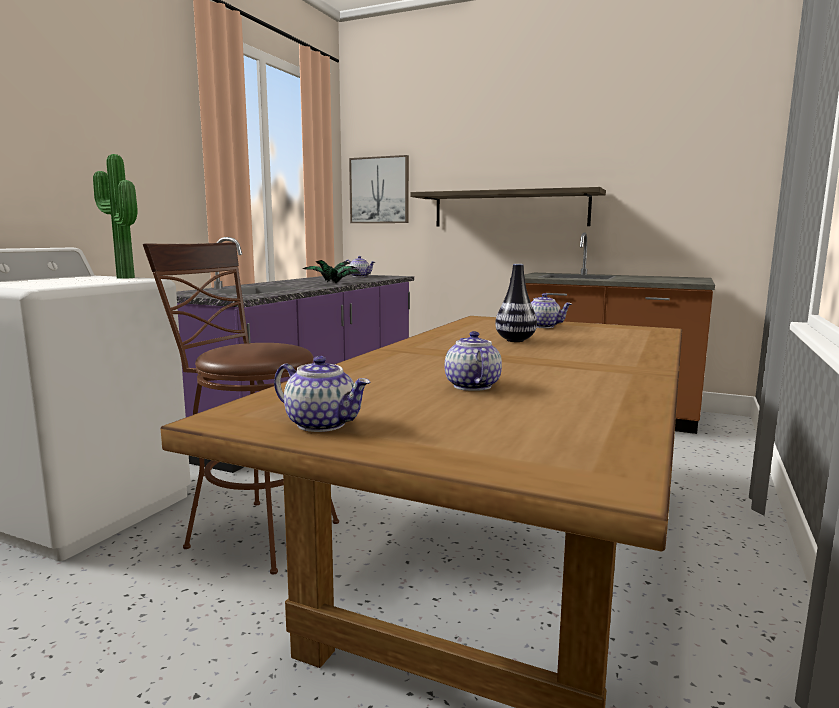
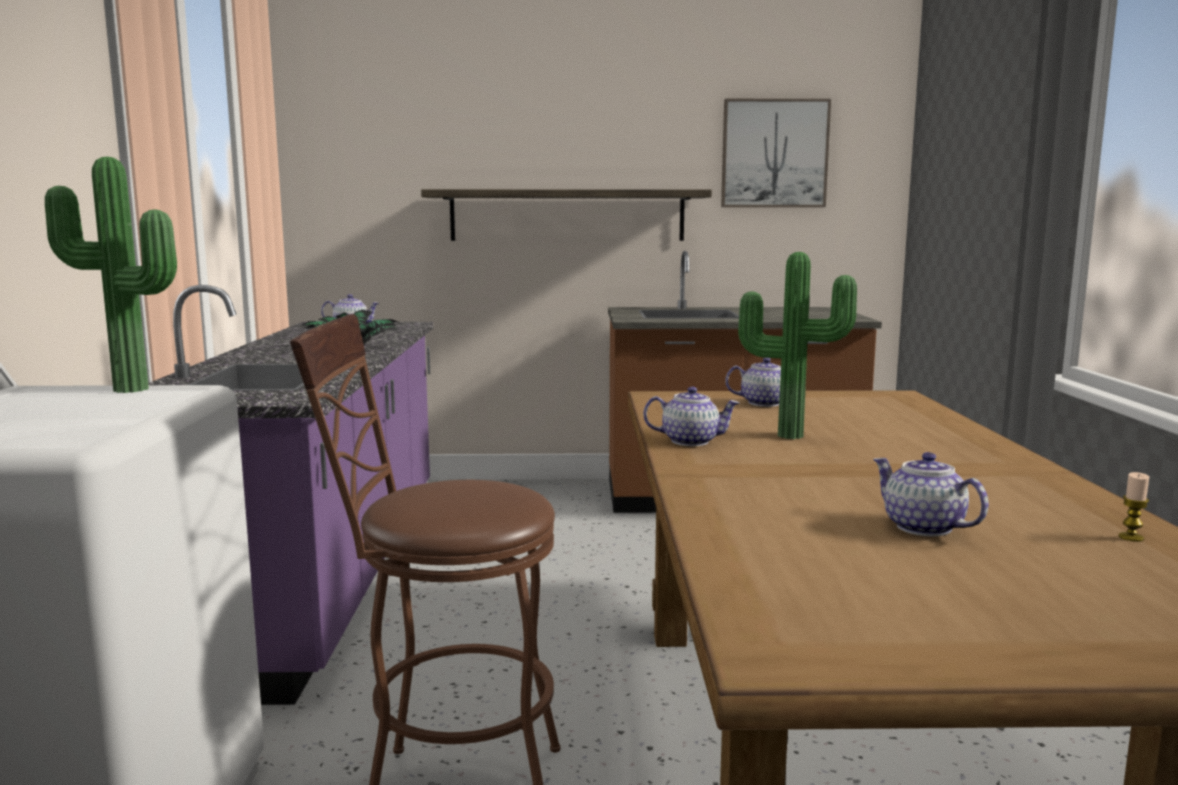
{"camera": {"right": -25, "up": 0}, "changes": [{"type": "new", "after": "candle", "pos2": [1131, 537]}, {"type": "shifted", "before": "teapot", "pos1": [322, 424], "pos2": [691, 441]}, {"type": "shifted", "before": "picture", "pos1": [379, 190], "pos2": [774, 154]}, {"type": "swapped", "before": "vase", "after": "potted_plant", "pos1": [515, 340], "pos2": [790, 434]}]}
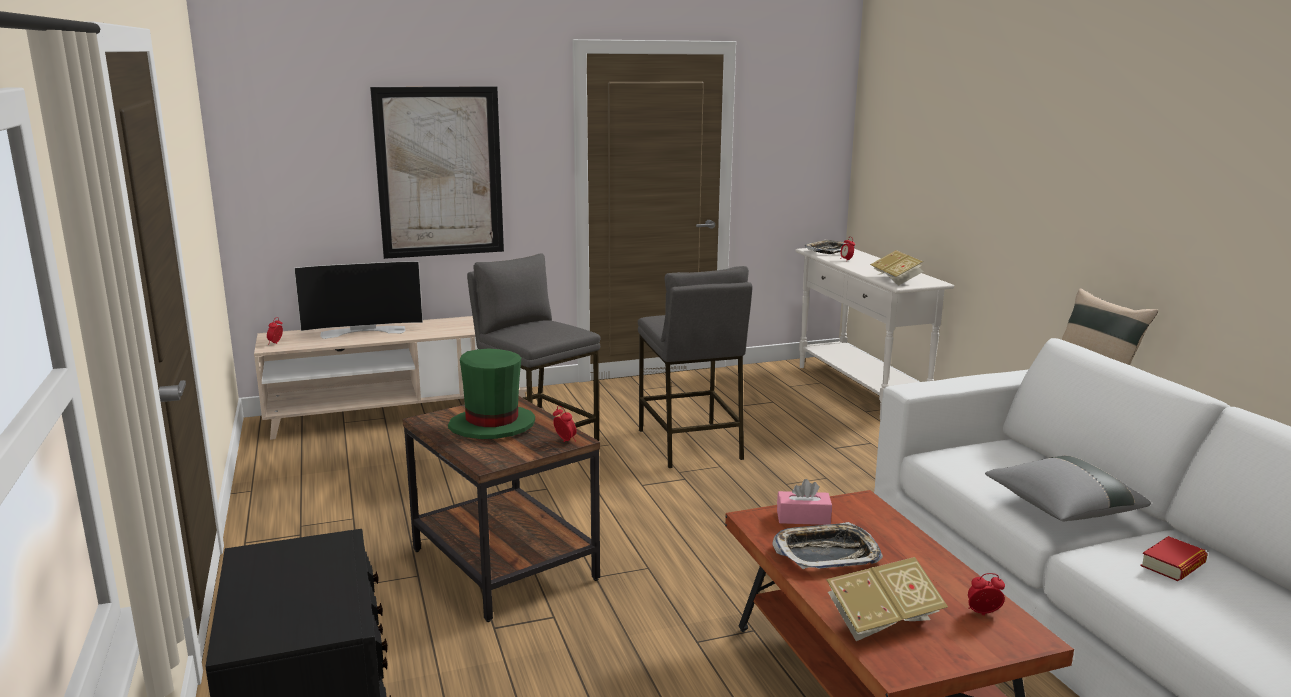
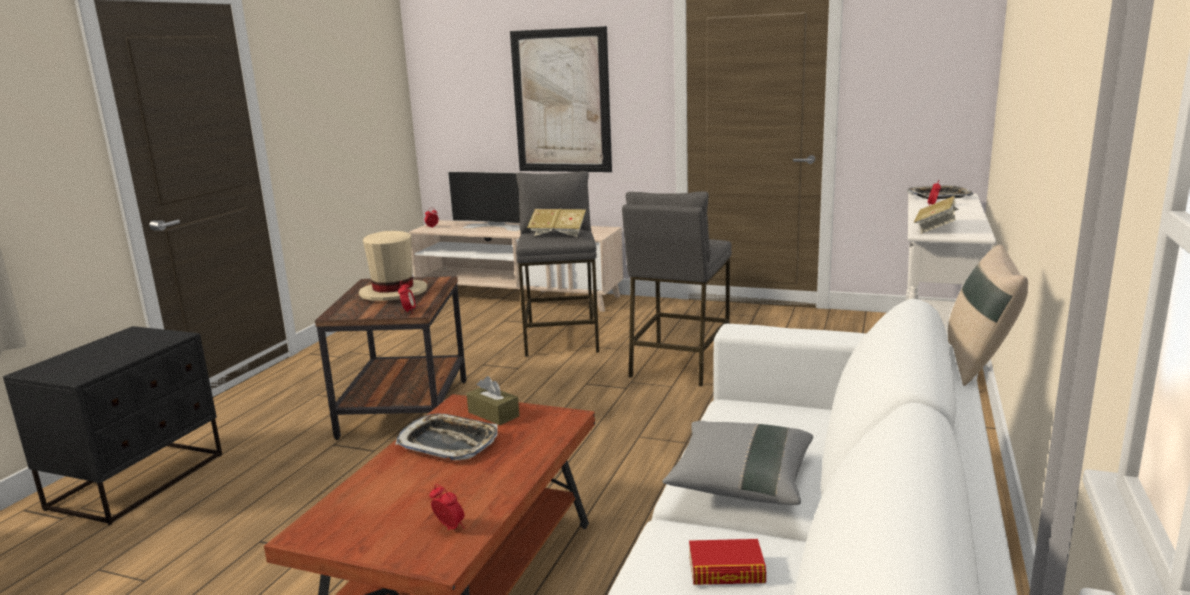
{"camera": {"right": 40, "up": 0}, "changes": [{"type": "shifted", "before": "book", "pos1": [882, 620], "pos2": [558, 234]}, {"type": "repainted", "before": "green_hat", "after": "beige_hat", "pos1": [492, 426], "pos2": [393, 293]}, {"type": "repainted", "before": "pink_tissue_box", "after": "brown_tissue_box", "pos1": [803, 518], "pos2": [493, 414]}]}
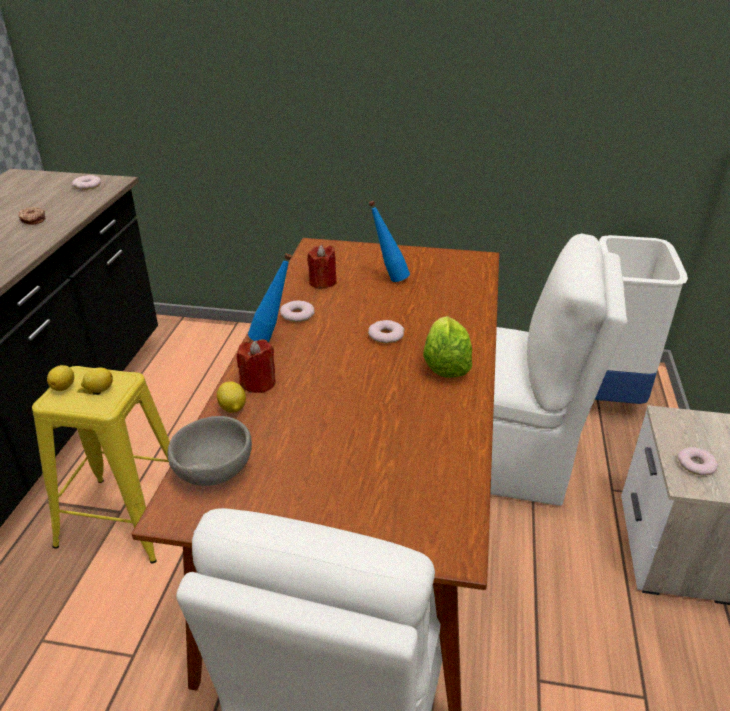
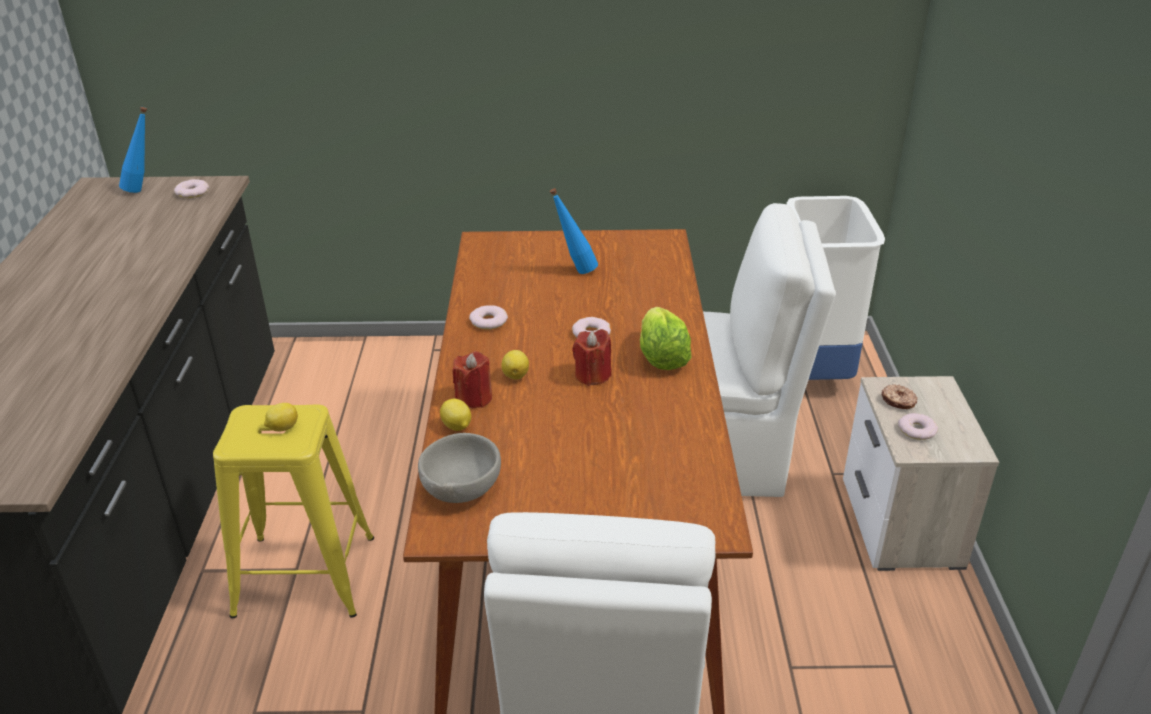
{"camera": {"right": -10, "up": 0}, "changes": [{"type": "shifted", "before": "donut", "pos1": [32, 220], "pos2": [898, 401]}, {"type": "shifted", "before": "lemon", "pos1": [64, 387], "pos2": [516, 375]}, {"type": "shifted", "before": "blue_bottle", "pos1": [273, 339], "pos2": [144, 189]}, {"type": "shifted", "before": "red_candle", "pos1": [322, 282], "pos2": [592, 375]}]}
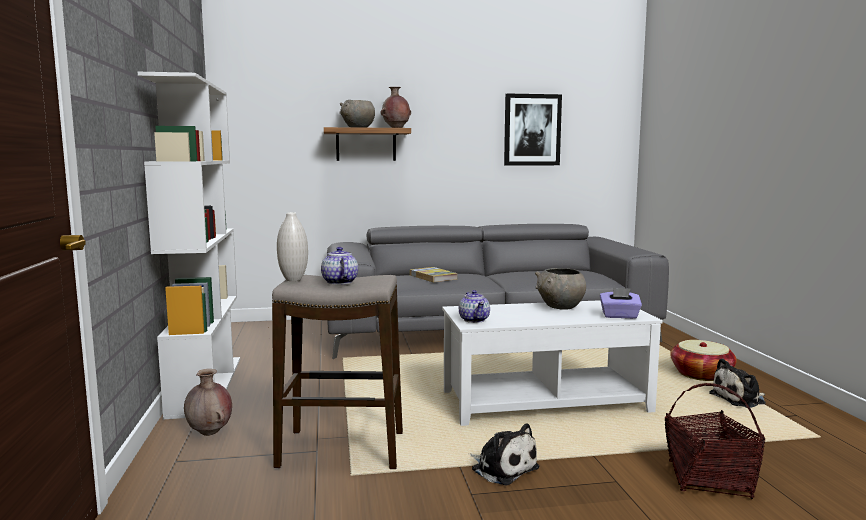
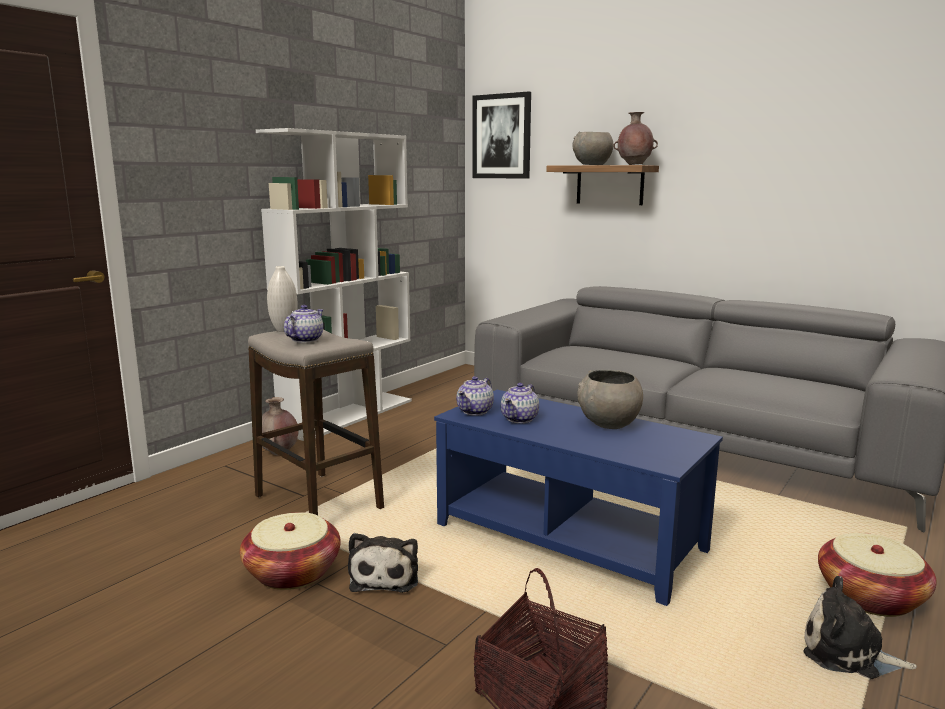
{"camera": {"right": 45, "up": 5}, "changes": [{"type": "gone", "before": "book", "pos1": [433, 277]}, {"type": "gone", "before": "purple_tissue_box", "pos1": [619, 316]}, {"type": "new", "after": "basket", "pos2": [292, 572]}, {"type": "new", "after": "teapot", "pos2": [520, 419]}, {"type": "shifted", "before": "picture", "pos1": [532, 130], "pos2": [502, 136]}, {"type": "repainted", "before": "white_coffee_table", "after": "blue_coffee_table", "pos1": [545, 402], "pos2": [569, 538]}]}
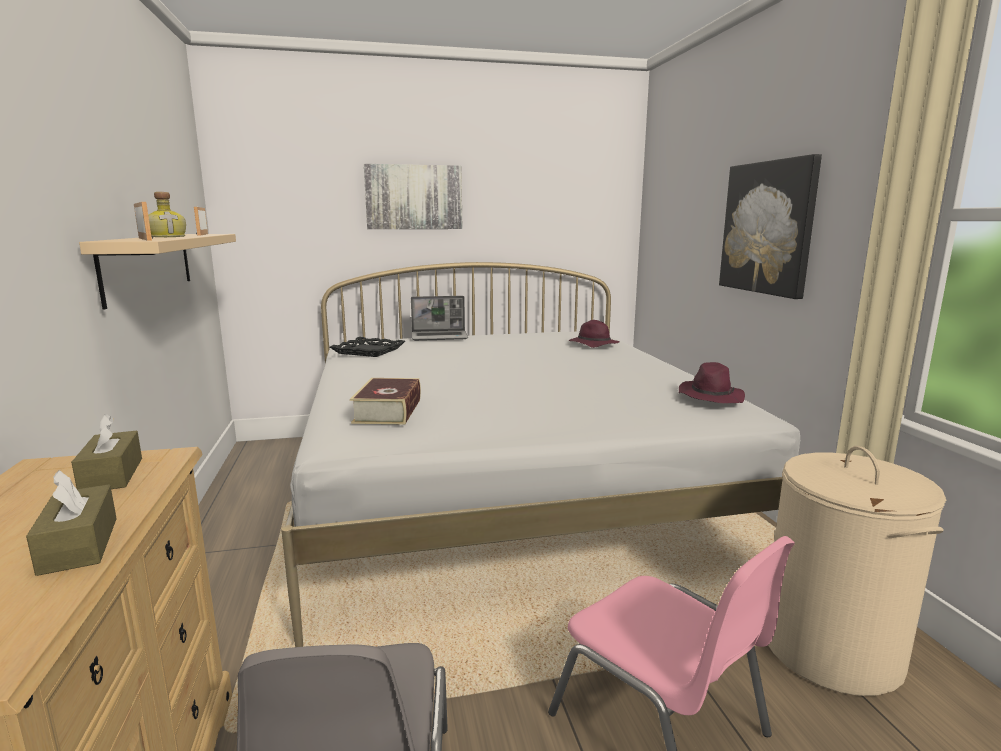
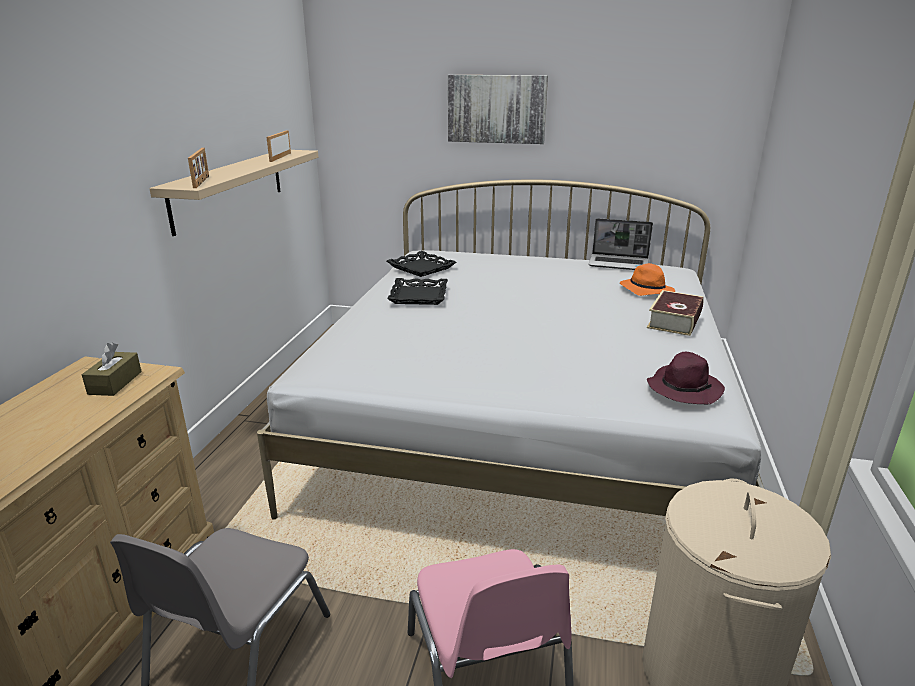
{"camera": {"right": 25, "up": 10}, "changes": [{"type": "gone", "before": "brown_tissue_box", "pos1": [79, 545]}, {"type": "gone", "before": "bottle", "pos1": [168, 237]}, {"type": "gone", "before": "picture", "pos1": [768, 228]}, {"type": "new", "after": "black_tray", "pos2": [419, 296]}, {"type": "shifted", "before": "book", "pos1": [388, 411], "pos2": [674, 321]}, {"type": "shifted", "before": "laptop", "pos1": [440, 337], "pos2": [619, 264]}, {"type": "repainted", "before": "purple_hat", "after": "orange_hat", "pos1": [592, 345], "pos2": [645, 290]}]}
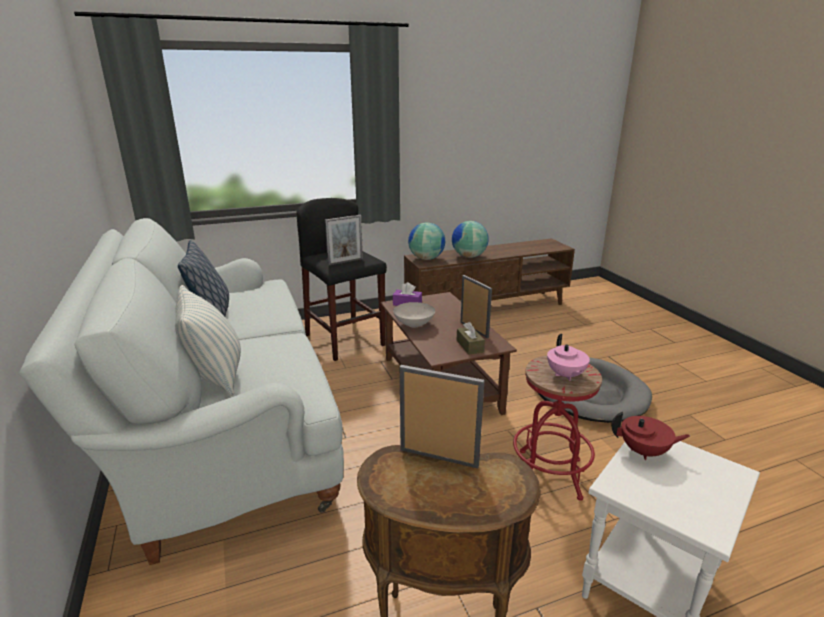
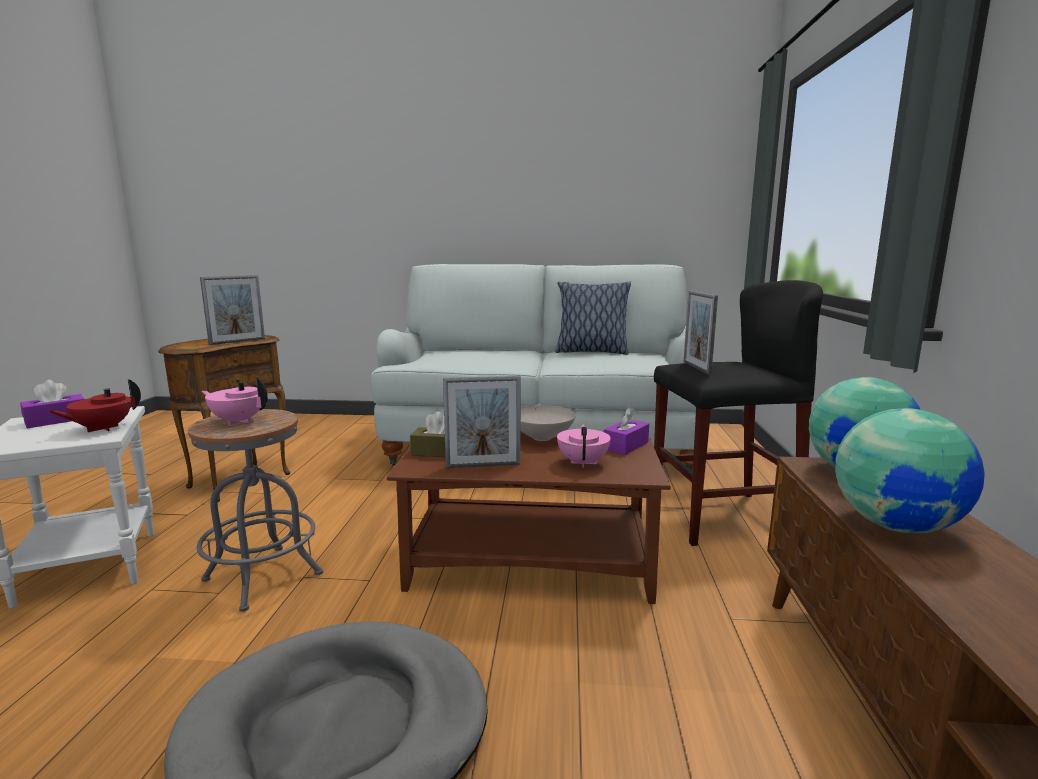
{"camera": {"right": 115, "up": -10}, "changes": [{"type": "gone", "before": "pillow", "pos1": [214, 375]}, {"type": "new", "after": "purple_tissue_box", "pos2": [56, 420]}, {"type": "new", "after": "pink_teapot", "pos2": [583, 463]}, {"type": "repainted", "before": "red_stool", "after": "grey_stool", "pos1": [549, 474], "pos2": [263, 577]}]}
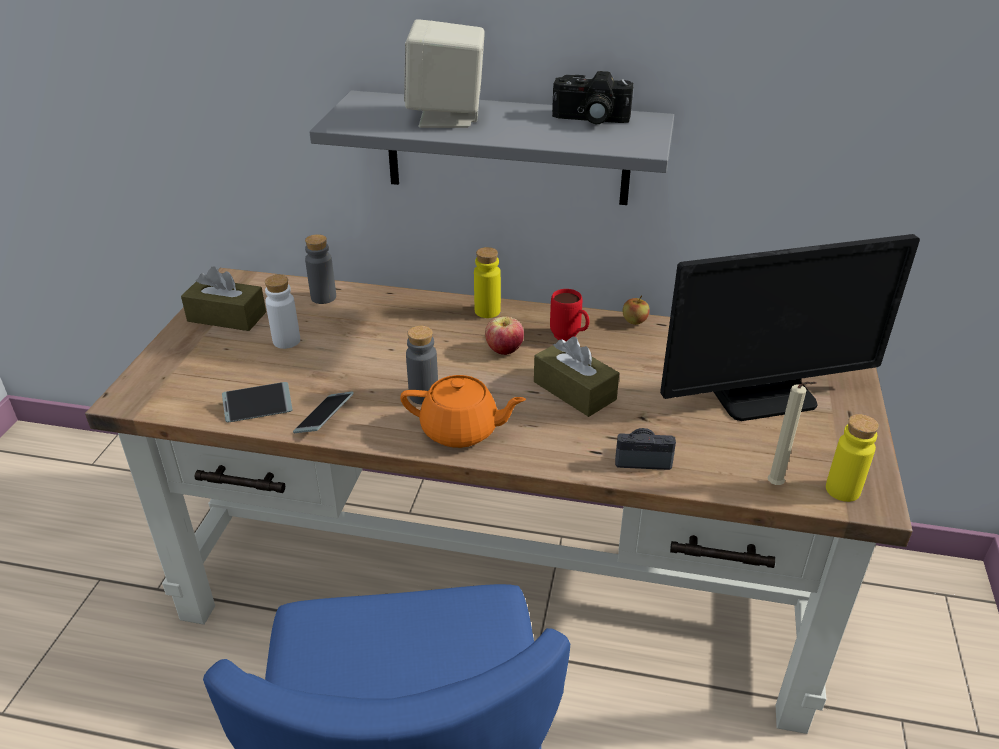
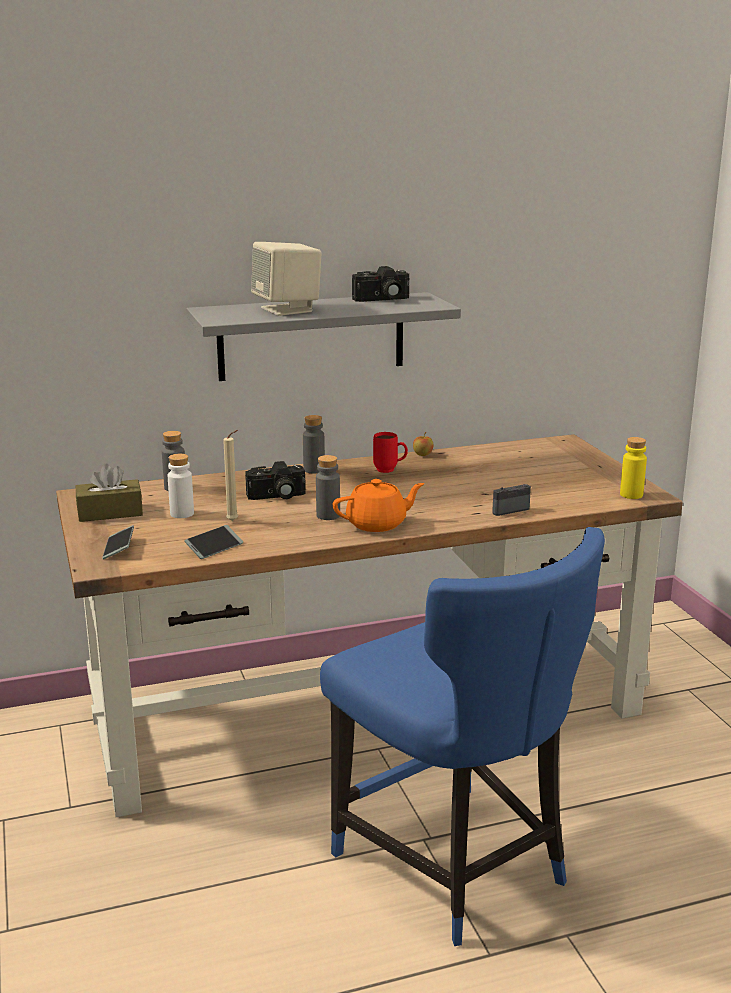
{"camera": {"right": -30, "up": -15}, "changes": [{"type": "gone", "before": "apple", "pos1": [504, 351]}, {"type": "gone", "before": "brown_tissue_box", "pos1": [574, 391]}, {"type": "gone", "before": "monitor", "pos1": [764, 397]}, {"type": "new", "after": "photo_camera", "pos2": [277, 496]}, {"type": "shifted", "before": "phone", "pos1": [324, 418], "pos2": [119, 548]}, {"type": "shifted", "before": "beige_candle", "pos1": [777, 486], "pos2": [234, 521]}, {"type": "repainted", "before": "yellow_bottle", "after": "grey_bottle", "pos1": [487, 311], "pos2": [314, 470]}]}
